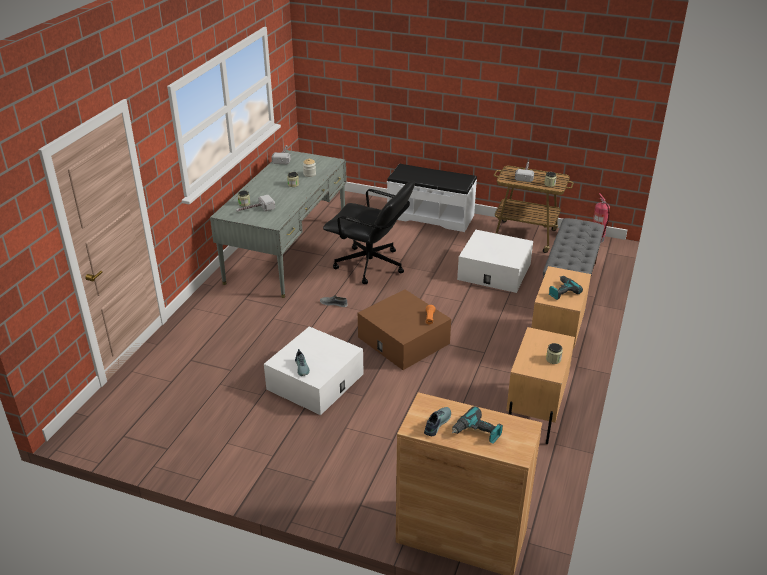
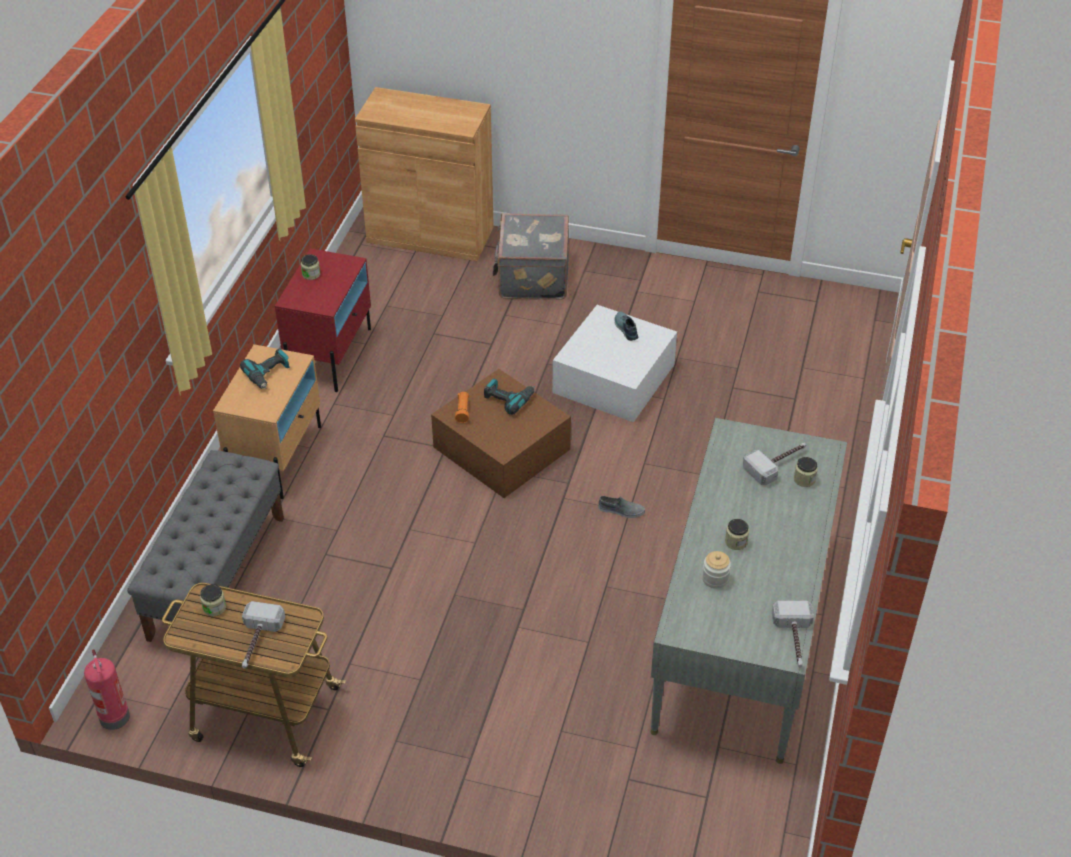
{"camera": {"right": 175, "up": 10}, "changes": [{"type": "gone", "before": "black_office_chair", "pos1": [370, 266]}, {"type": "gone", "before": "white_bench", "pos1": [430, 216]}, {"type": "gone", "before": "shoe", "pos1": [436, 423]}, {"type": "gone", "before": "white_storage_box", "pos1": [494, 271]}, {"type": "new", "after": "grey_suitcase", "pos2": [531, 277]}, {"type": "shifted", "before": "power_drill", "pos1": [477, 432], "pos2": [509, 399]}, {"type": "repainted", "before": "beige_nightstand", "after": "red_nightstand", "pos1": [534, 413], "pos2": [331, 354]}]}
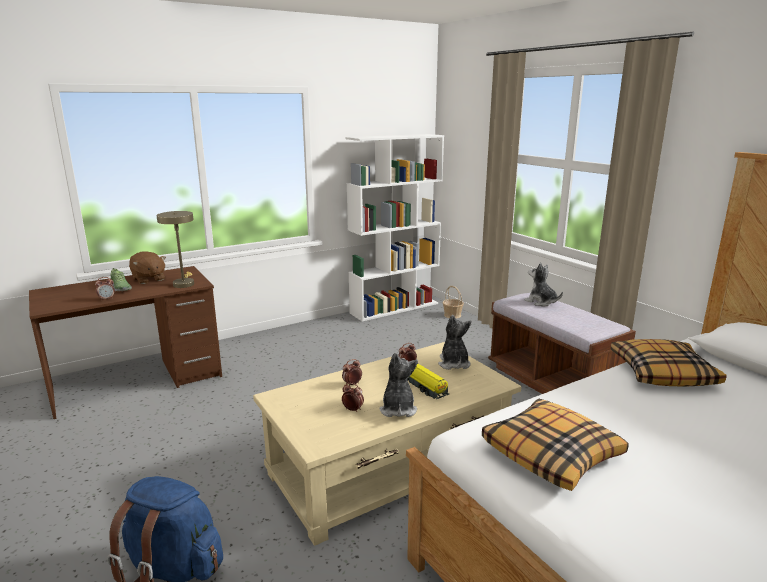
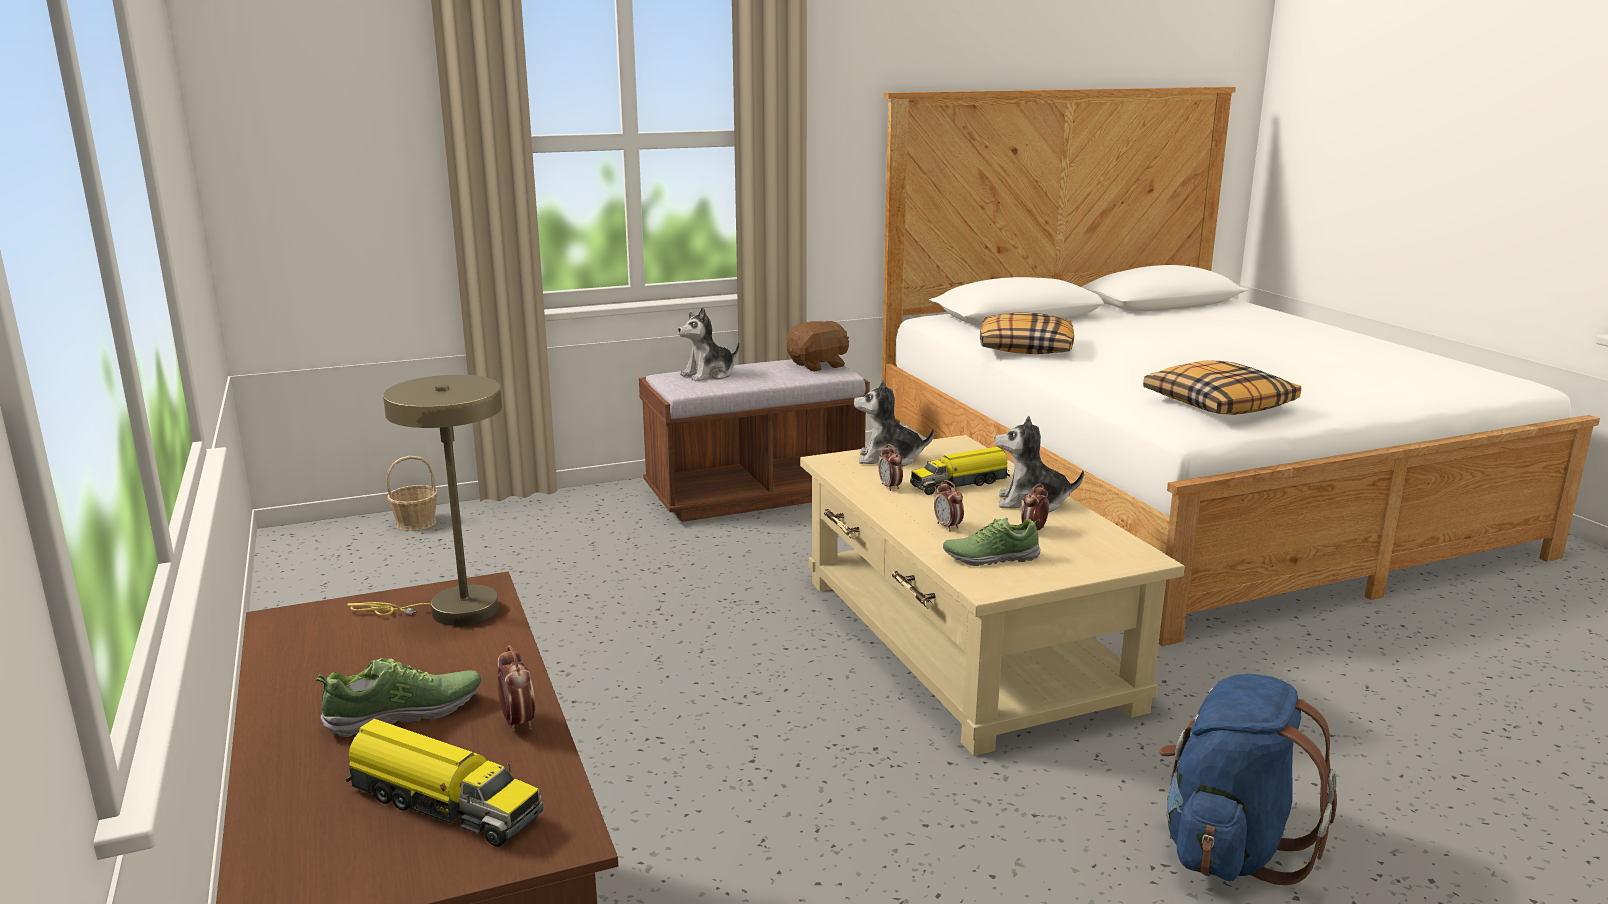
{"camera": {"right": -80, "up": 0}, "changes": [{"type": "gone", "before": "white_bookcase", "pos1": [394, 308]}, {"type": "new", "after": "toy_truck", "pos2": [443, 803]}, {"type": "new", "after": "shoe", "pos2": [990, 557]}, {"type": "shifted", "before": "brown_plush_toy", "pos1": [148, 279], "pos2": [818, 365]}]}
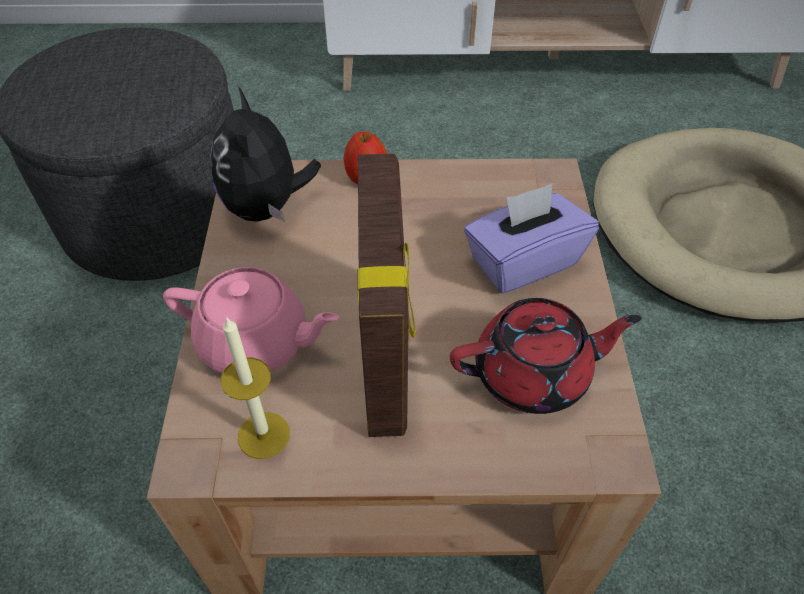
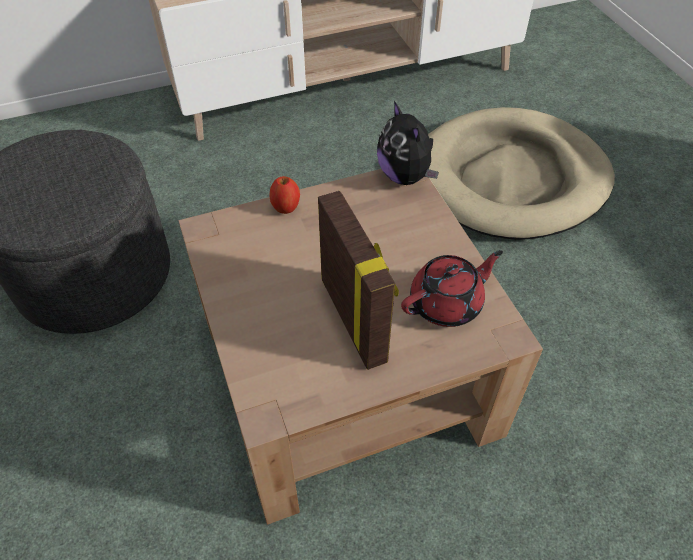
{"camera": {"right": -20, "up": 0}, "changes": [{"type": "gone", "before": "pink_teapot", "pos1": [256, 343]}, {"type": "gone", "before": "candle", "pos1": [263, 435]}, {"type": "gone", "before": "purple_tissue_box", "pos1": [523, 261]}, {"type": "shifted", "before": "plush_toy", "pos1": [267, 207], "pos2": [405, 176]}]}
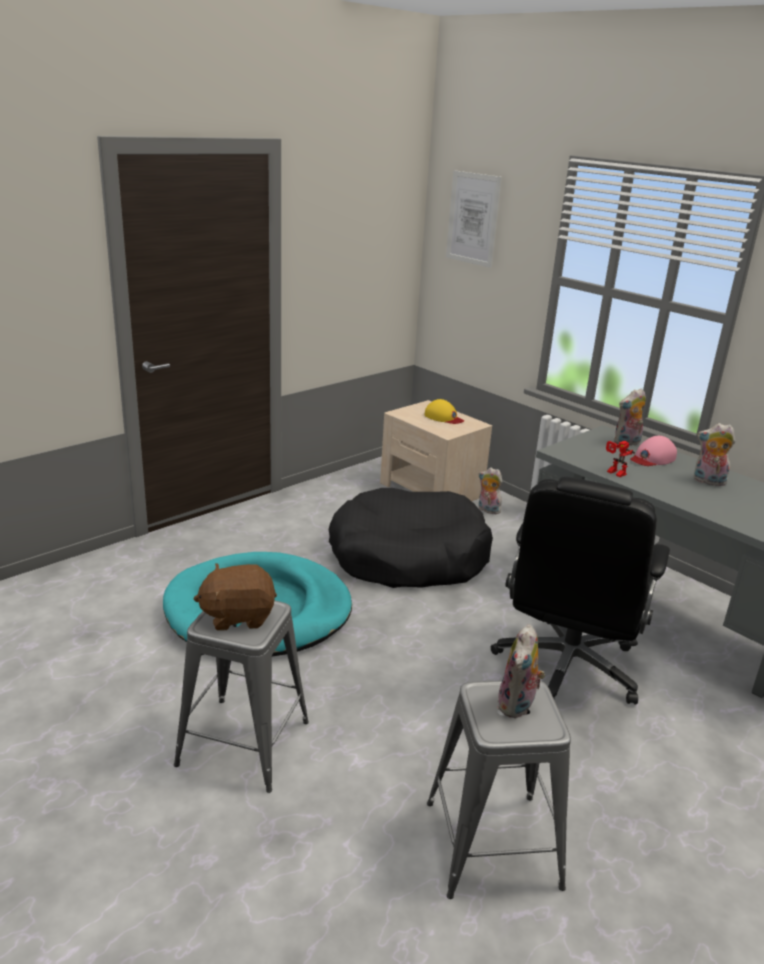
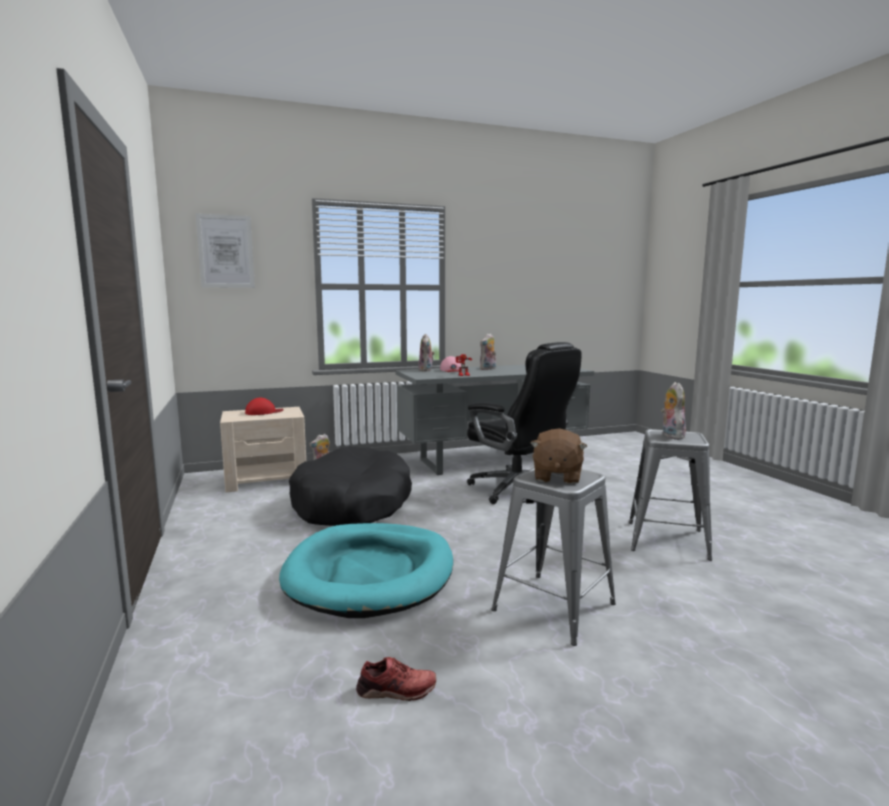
{"camera": {"right": -65, "up": -15}, "changes": [{"type": "new", "after": "red_shoe", "pos2": [396, 690]}, {"type": "repainted", "before": "yellow_cap", "after": "red_cap", "pos1": [443, 417], "pos2": [263, 412]}, {"type": "rotated", "before": "plush_toy", "pos1": [517, 706], "pos2": [670, 435], "turn": -135}]}
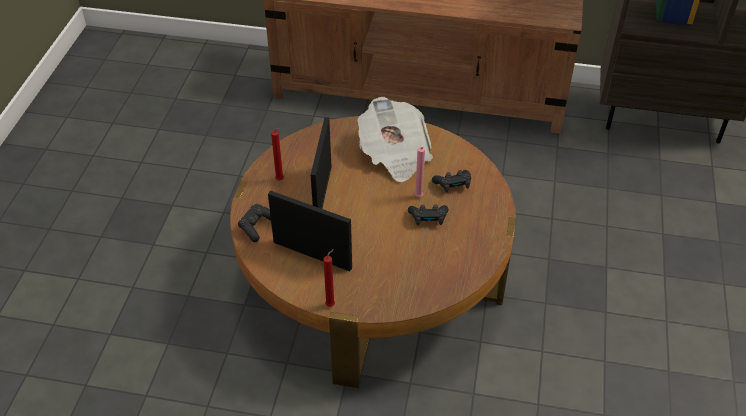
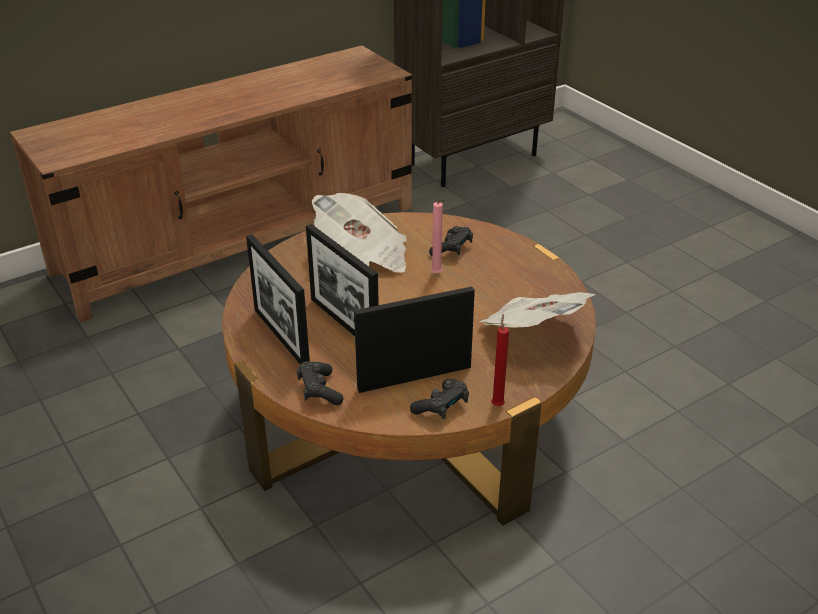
{"camera": {"right": -45, "up": -10}, "changes": [{"type": "new", "after": "newspaper", "pos2": [533, 331]}, {"type": "shifted", "before": "black_game_controller", "pos1": [428, 219], "pos2": [441, 407]}, {"type": "swapped", "before": "red_candle", "after": "picture_frame", "pos1": [281, 180], "pos2": [281, 337]}]}
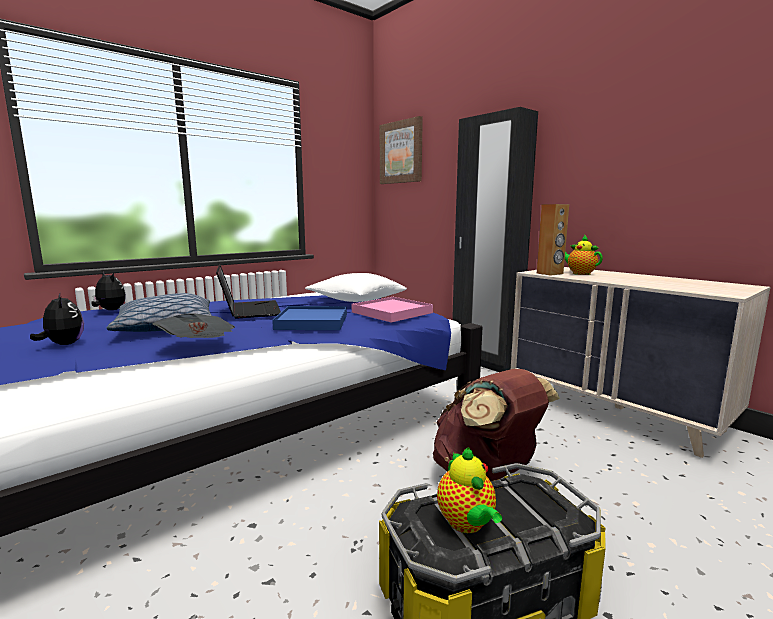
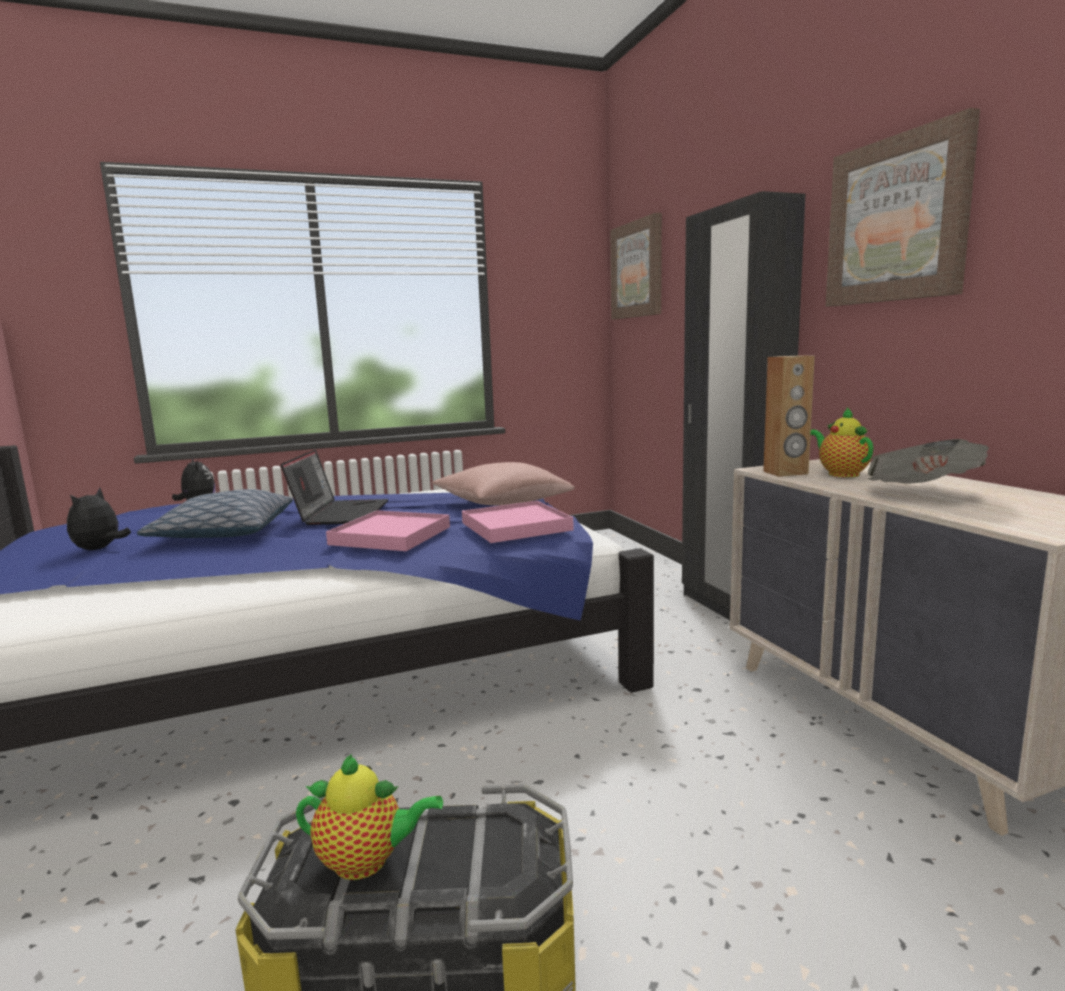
{"camera": {"right": 20, "up": 0}, "changes": [{"type": "gone", "before": "brown_backpack", "pos1": [487, 474]}, {"type": "new", "after": "picture", "pos2": [897, 220]}, {"type": "shifted", "before": "newspaper", "pos1": [199, 347], "pos2": [921, 493]}, {"type": "repainted", "before": "blue_tray", "after": "pink_tray", "pos1": [312, 322], "pos2": [390, 535]}, {"type": "repainted", "before": "white_pillow", "after": "pink_pillow", "pos1": [356, 300], "pos2": [501, 503]}, {"type": "rotated", "before": "plush_toy", "pos1": [63, 344], "pos2": [99, 549], "turn": -150}, {"type": "rotated", "before": "teapot", "pos1": [467, 524], "pos2": [367, 861], "turn": -90}]}
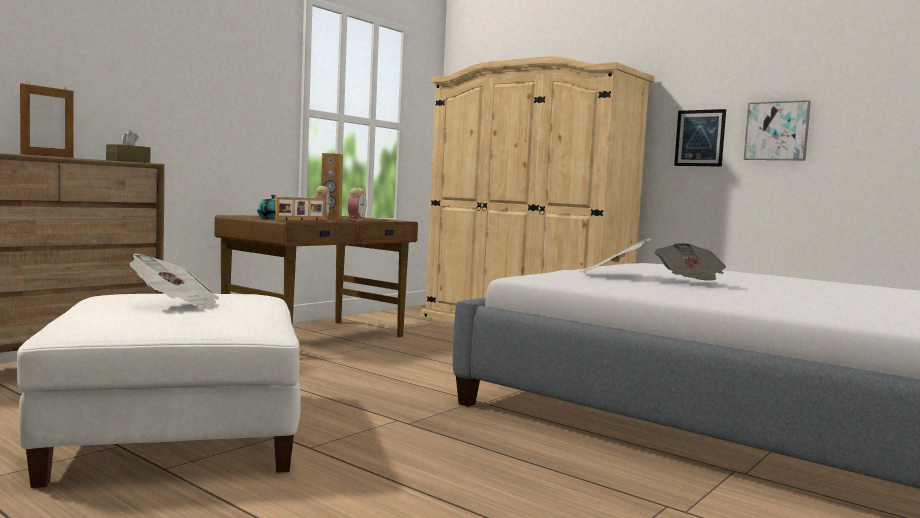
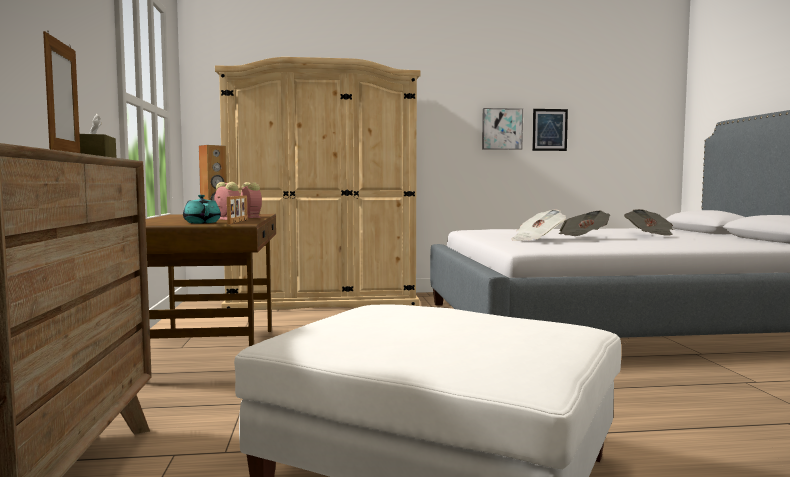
{"camera": {"right": -45, "up": 0}, "changes": [{"type": "shifted", "before": "newspaper", "pos1": [176, 305], "pos2": [650, 236]}, {"type": "shifted", "before": "picture", "pos1": [699, 138], "pos2": [549, 130]}]}
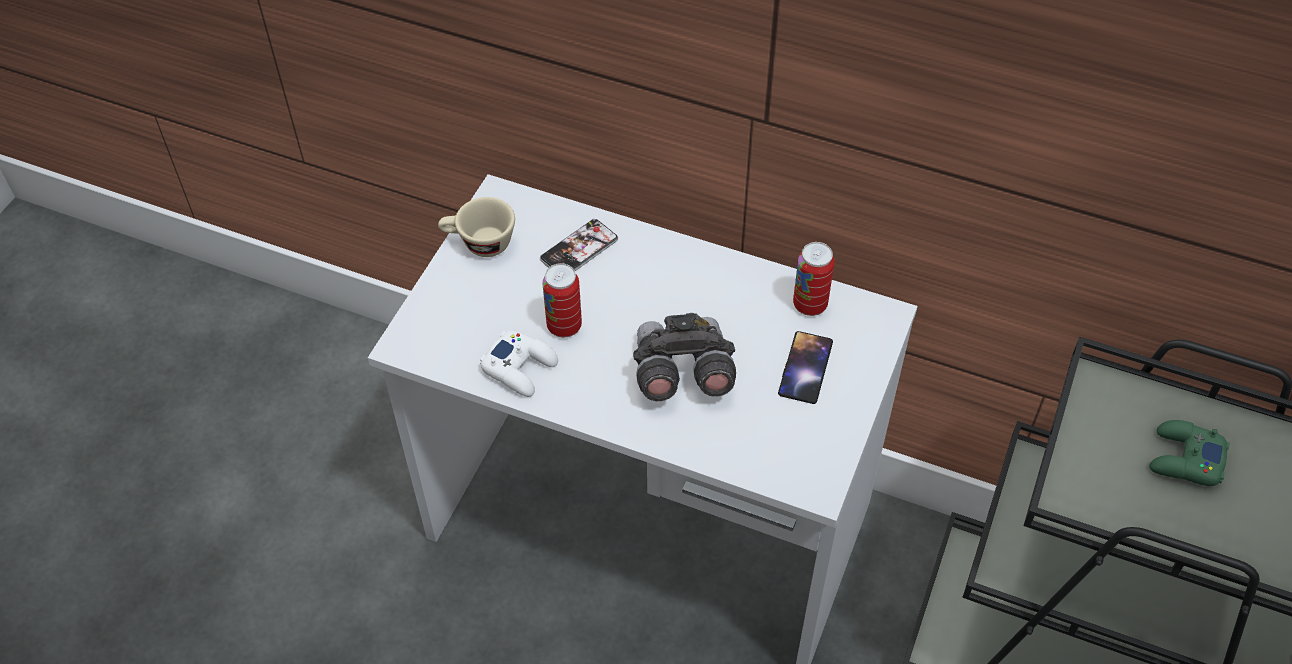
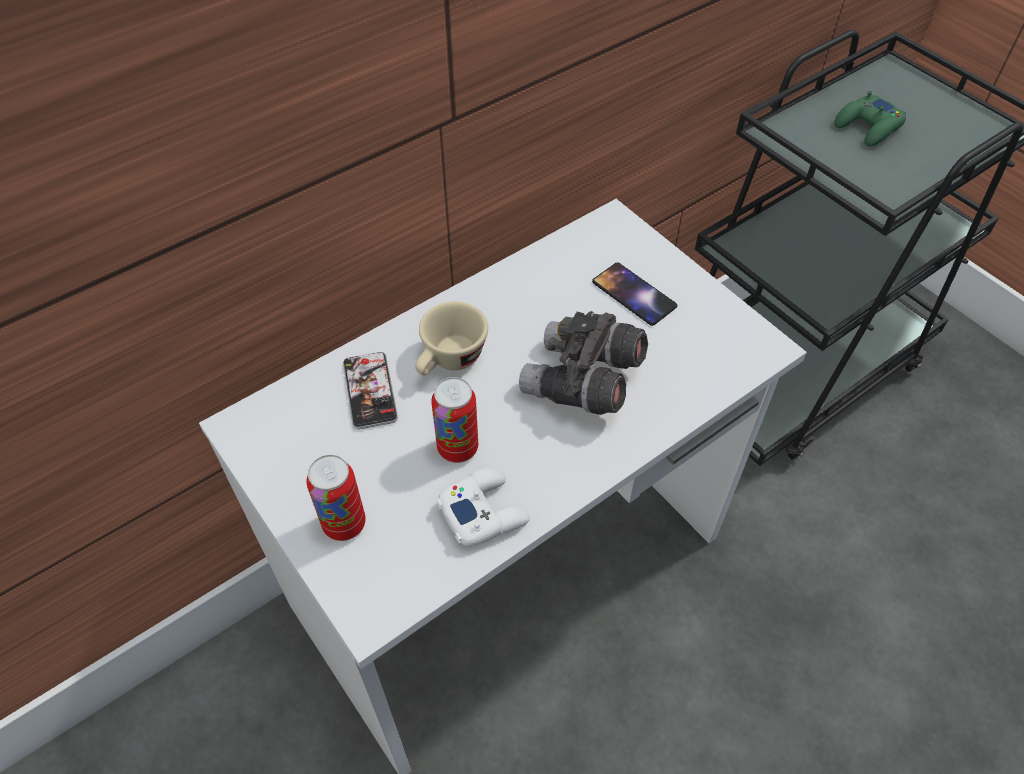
{"camera": {"right": -60, "up": 0}, "changes": [{"type": "shifted", "before": "beige_cup", "pos1": [479, 243], "pos2": [450, 361]}, {"type": "shifted", "before": "can", "pos1": [810, 305], "pos2": [344, 524]}]}
